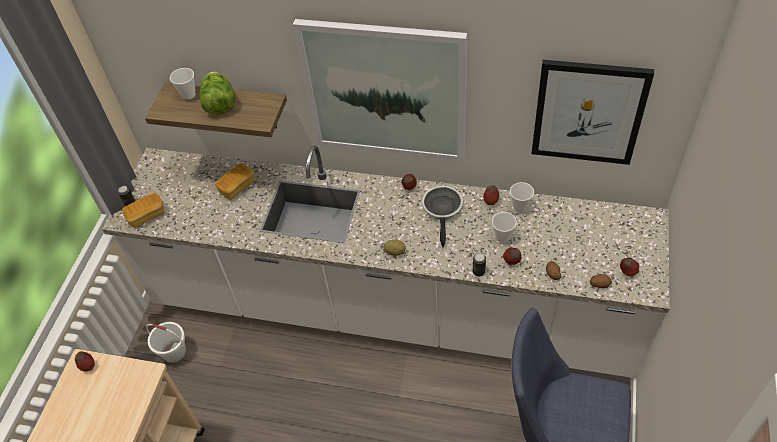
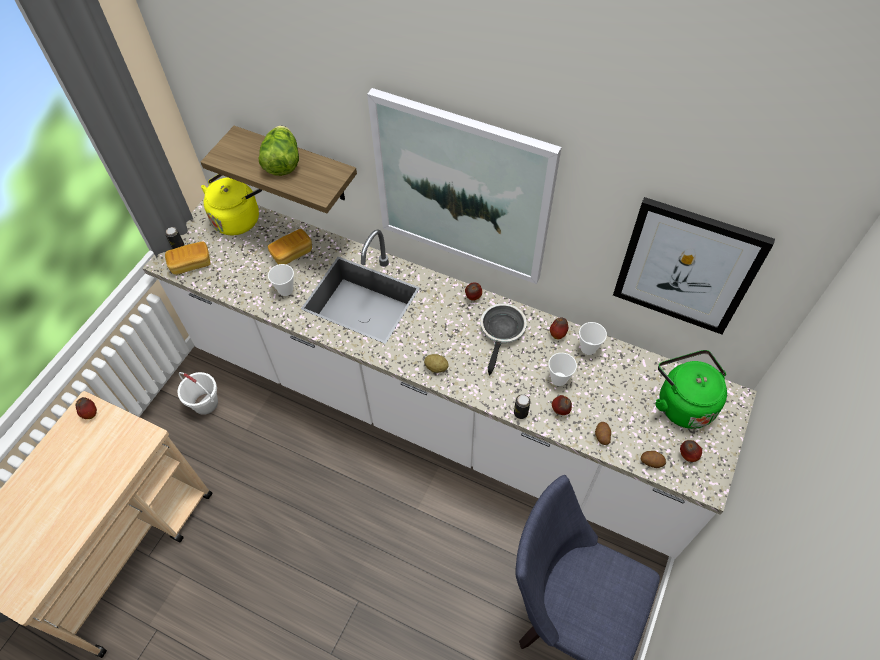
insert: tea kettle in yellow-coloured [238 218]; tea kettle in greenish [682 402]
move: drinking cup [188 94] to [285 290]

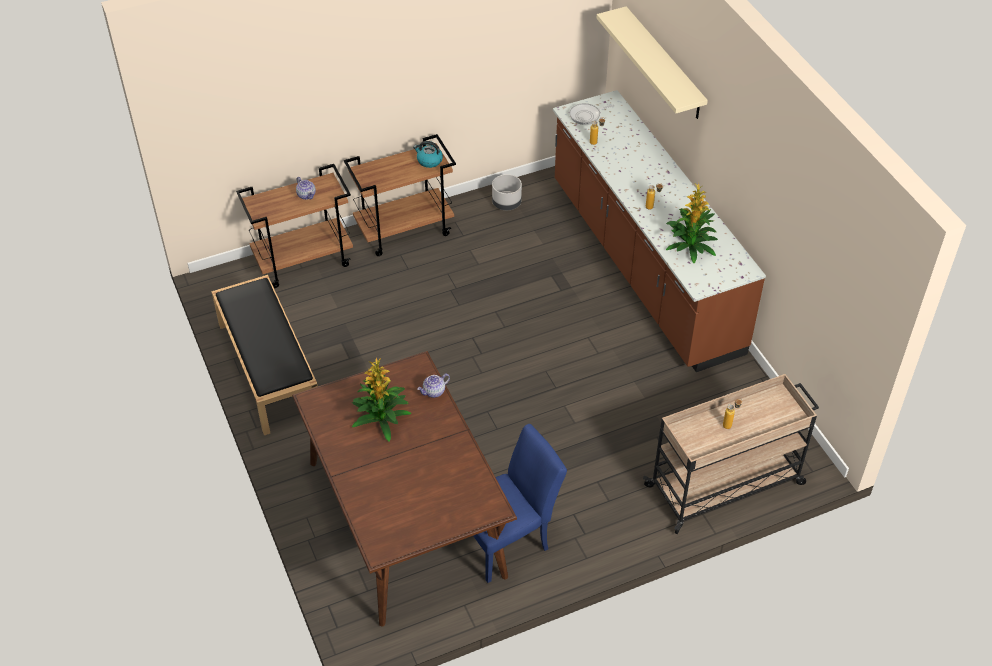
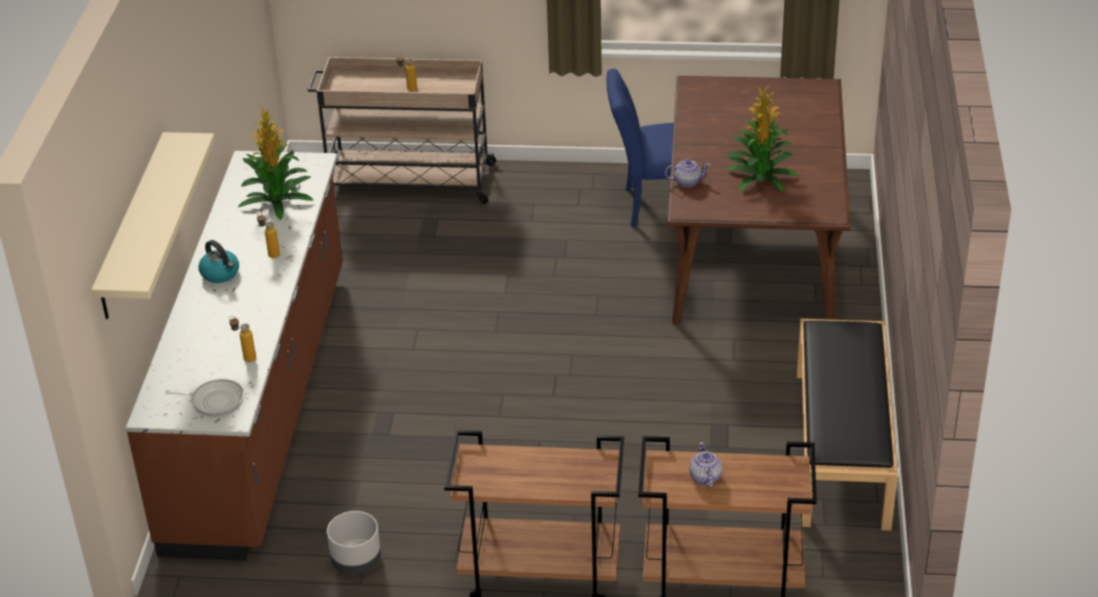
move: tea kettle [429 161] to [220 274]

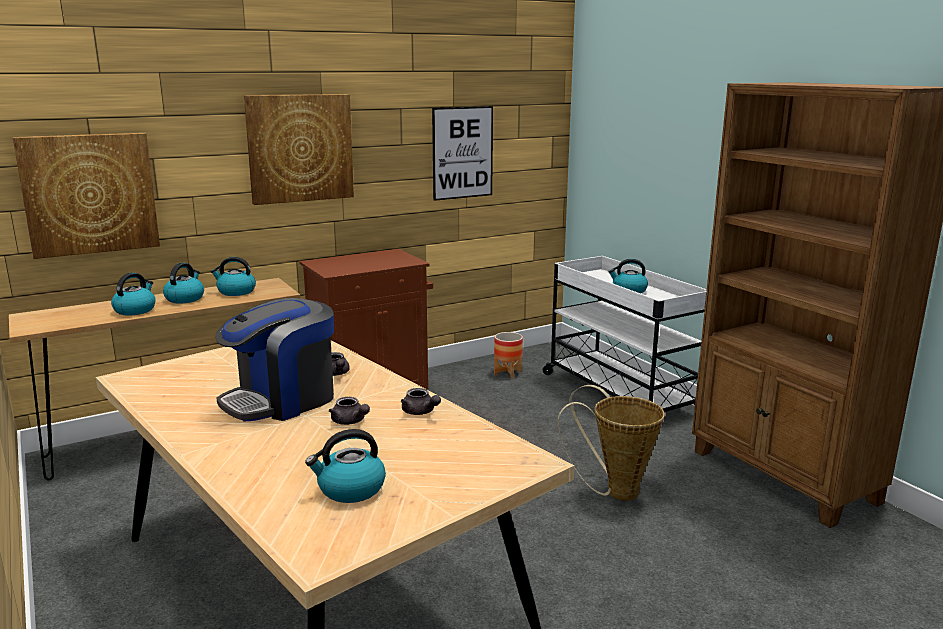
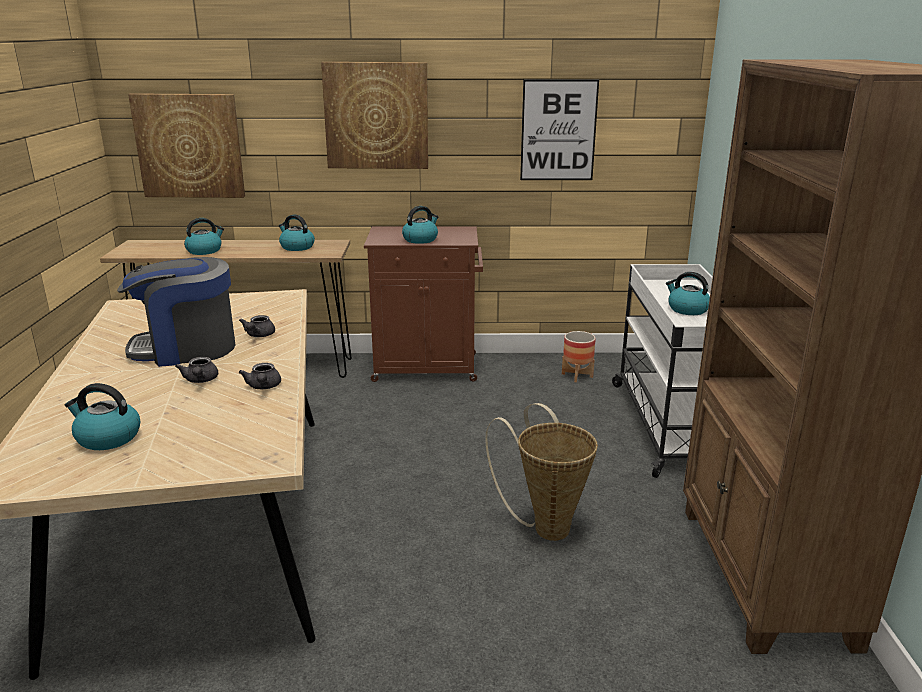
move: tea kettle [185 298] to [420 239]

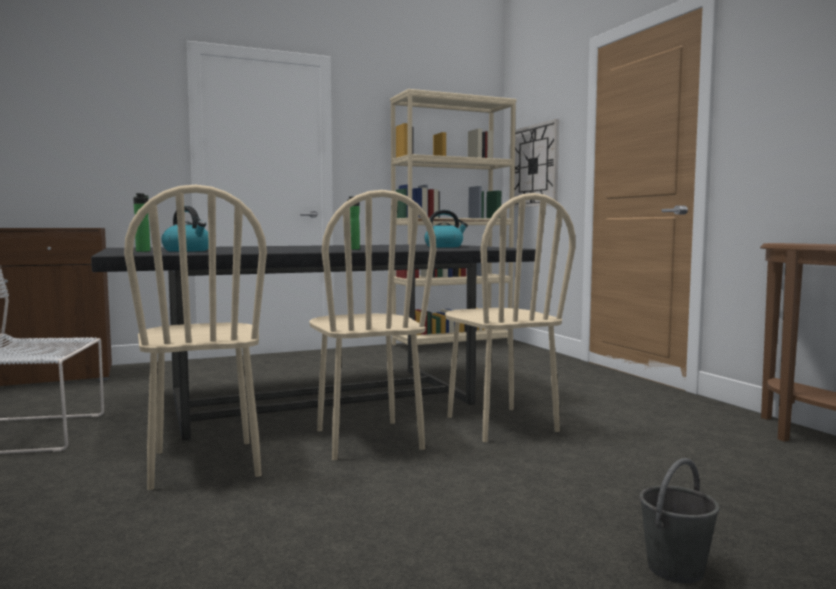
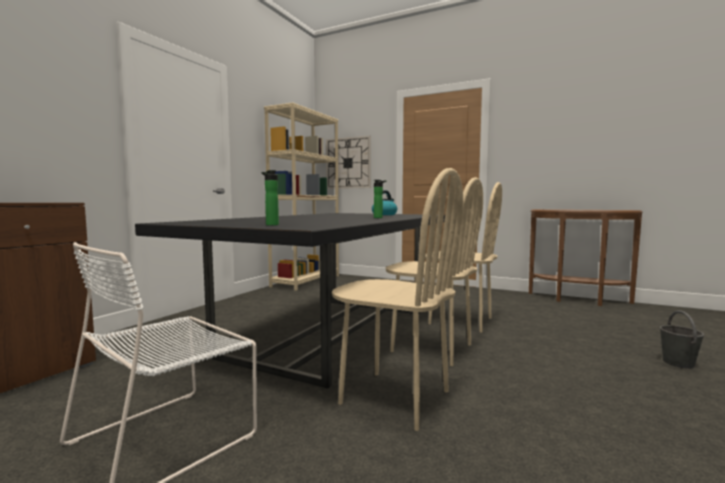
delete: tea kettle [188 251]

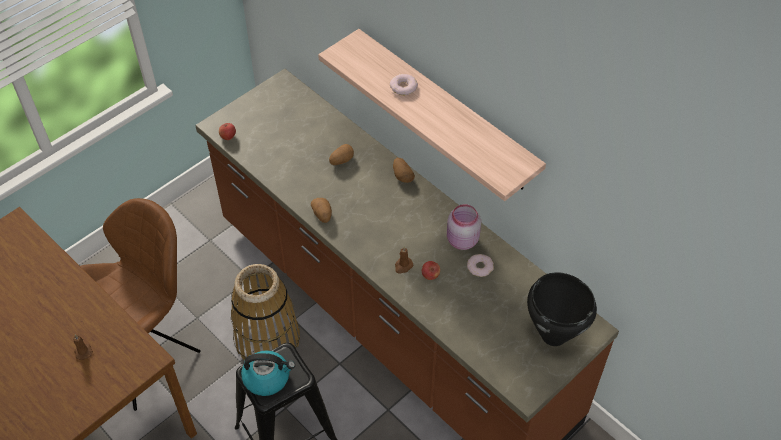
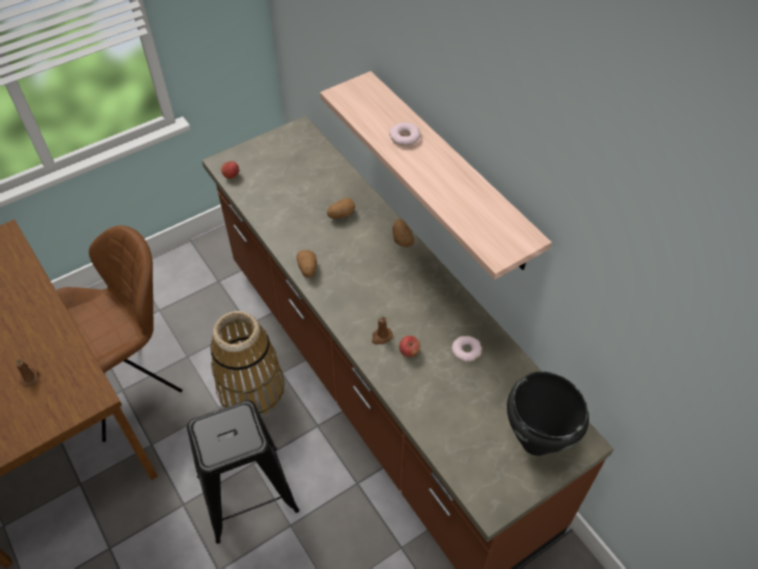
delete: tea kettle [267 378]; preserve jar in pink-coloured [461 240]

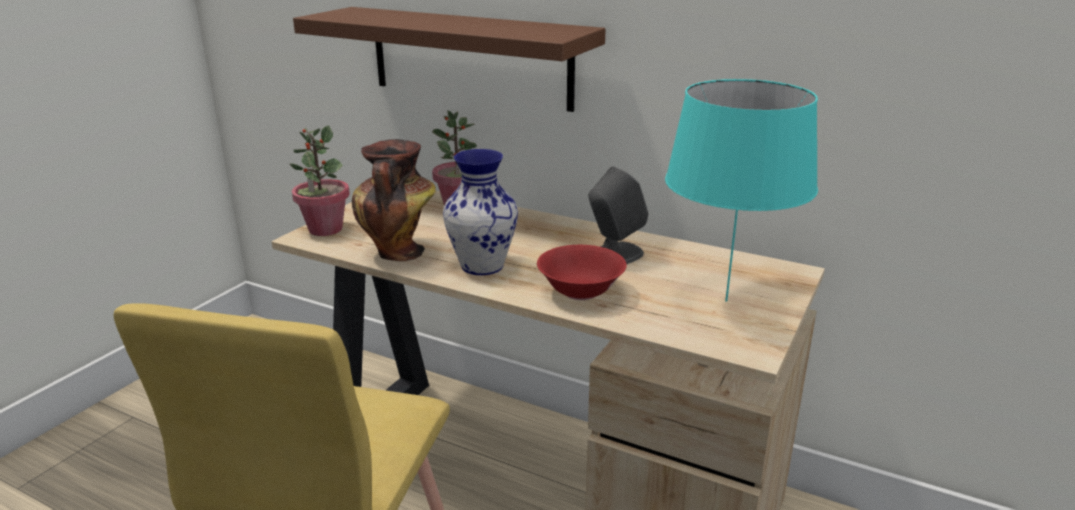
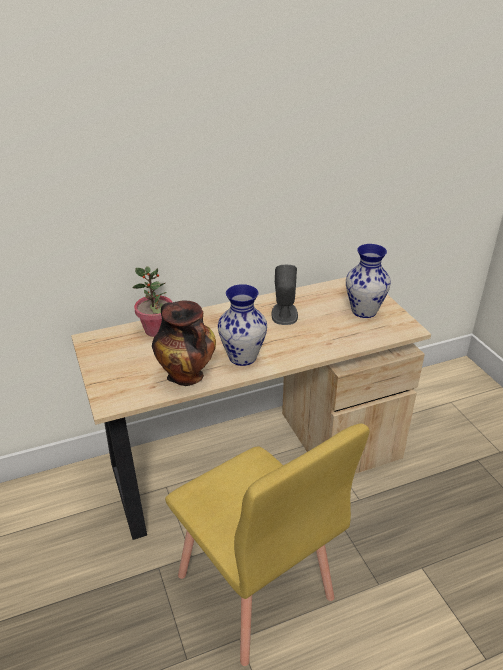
delete: potted plant [325 229]; shelf in brown [469 57]; bowl in reddish [580 292]
replace: table lamp in turquoise [725 301] to decorative vase [363 311]

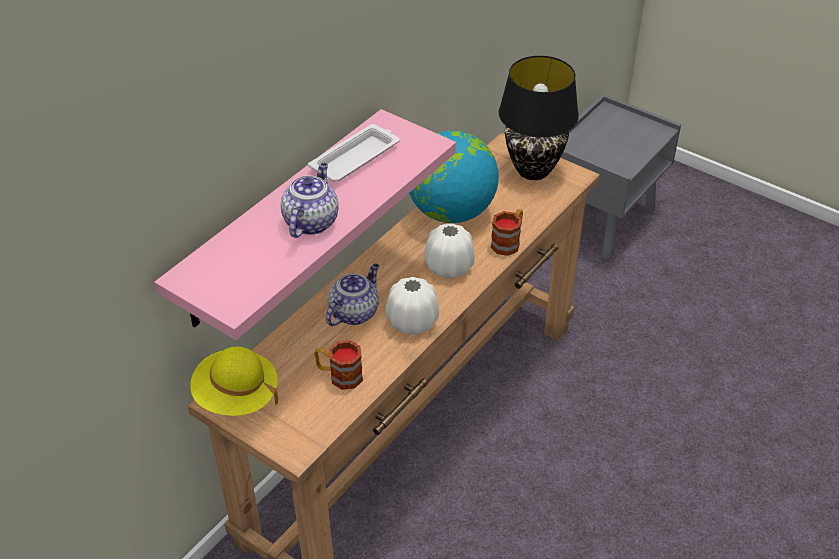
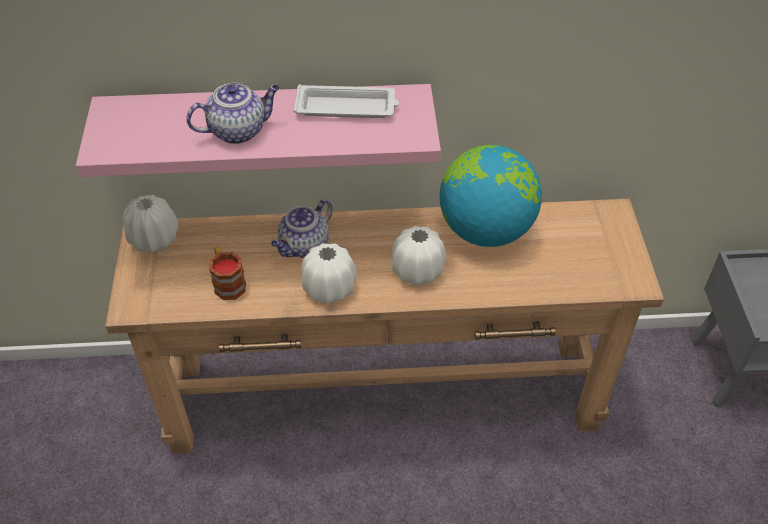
delete: tea mug [508 242]; table lamp in blackish [534 170]
replace: hat in yellow-coloured [236 396] to decorative vase in whitish [154 239]
rotate: tea pot [354 312] = [304 247] 135 degrees clockwise

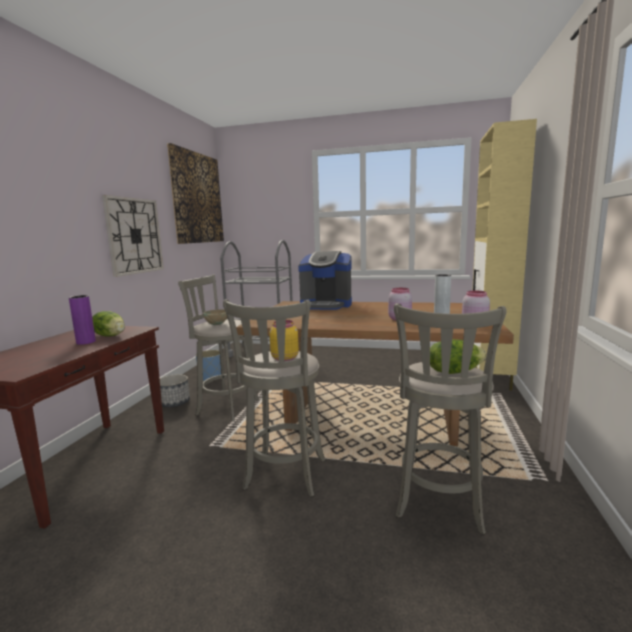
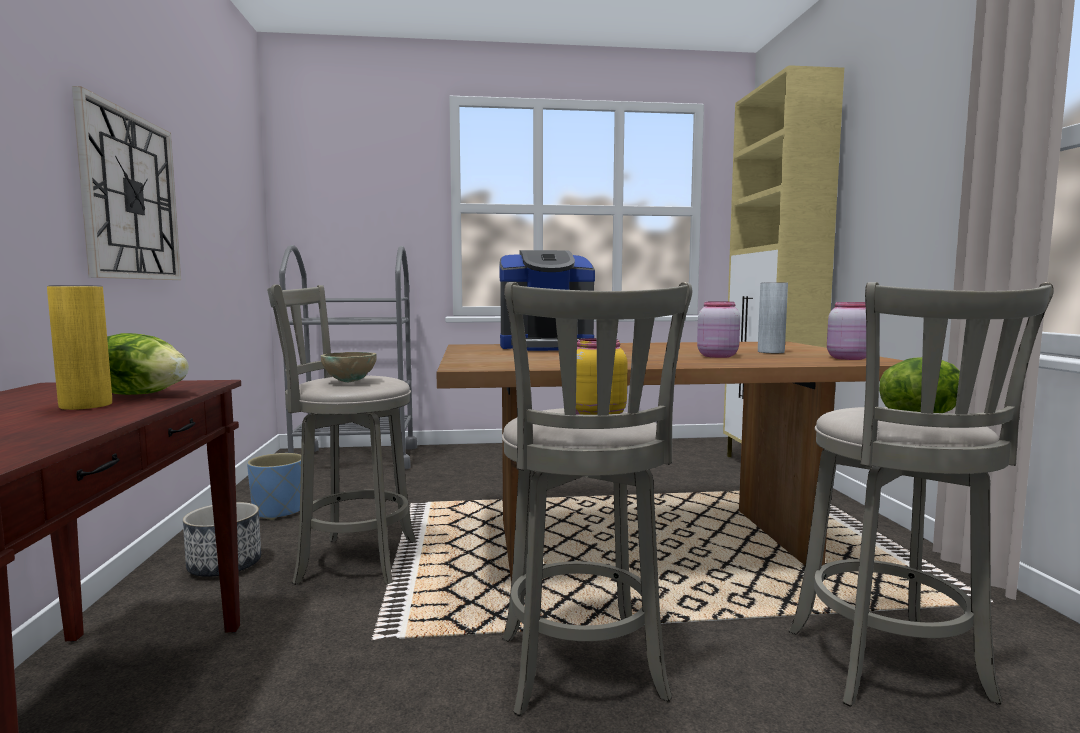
delete: picture [197 198]
recolor: decorative vase in purple-coloured [86 342] to decorative vase in yellow-coloured [86 405]

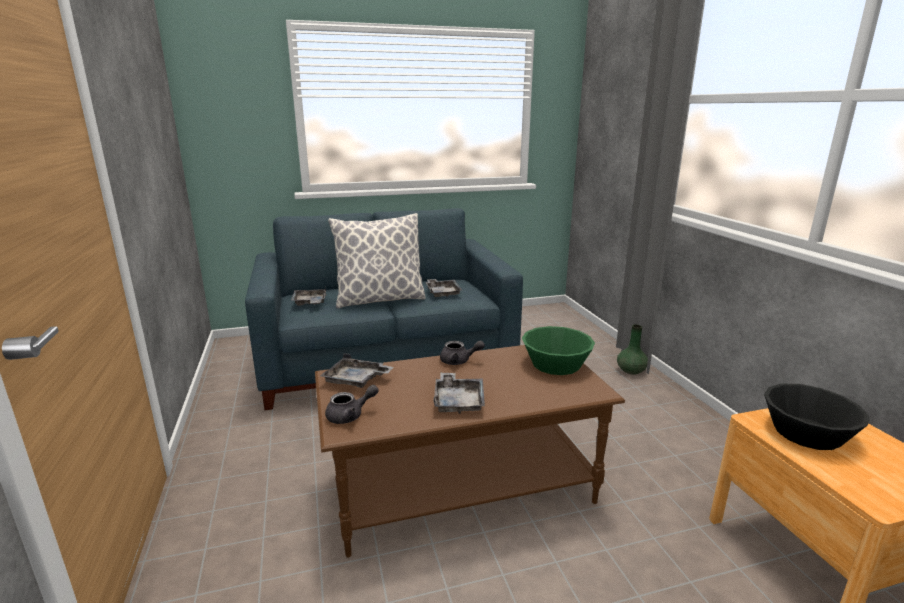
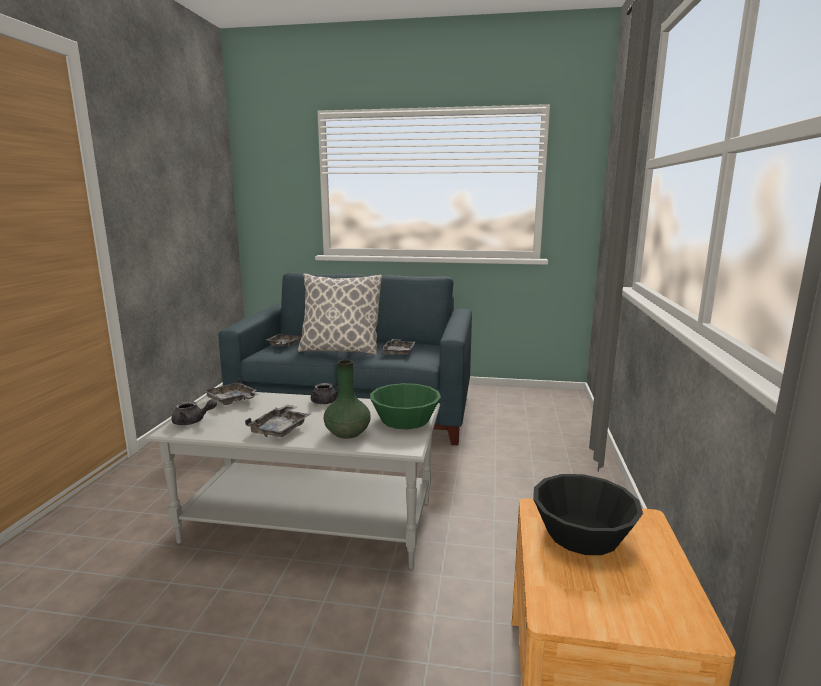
move: decorative vase in greenish [631 370] to [348 433]
recolor: low table in brown [462 487] to low table in gray [311 521]

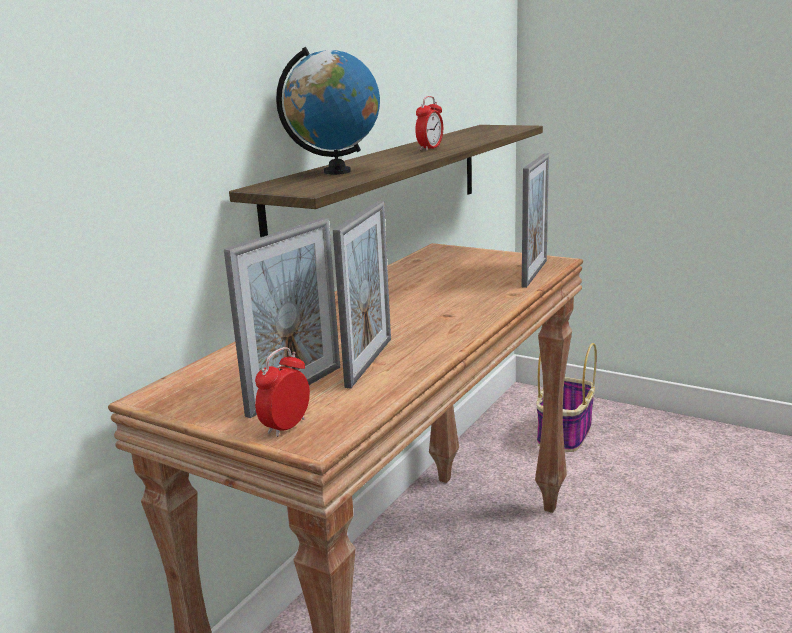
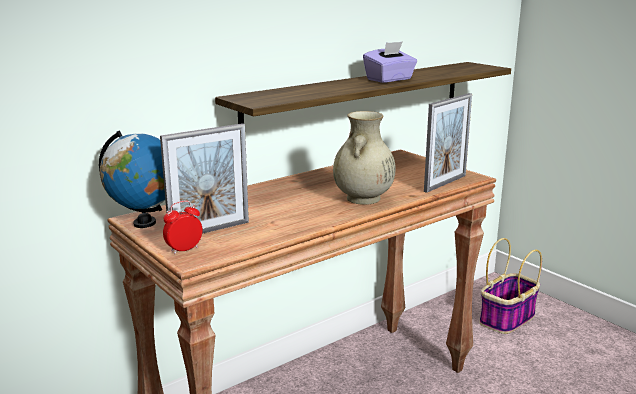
delete: picture frame [369 362]
insert: decorative vase in sand-coloured [363 199]
move: globe [337 172] to [144 223]
replace: table clock [430 148] to tissue holder in purple-coloured [389 79]

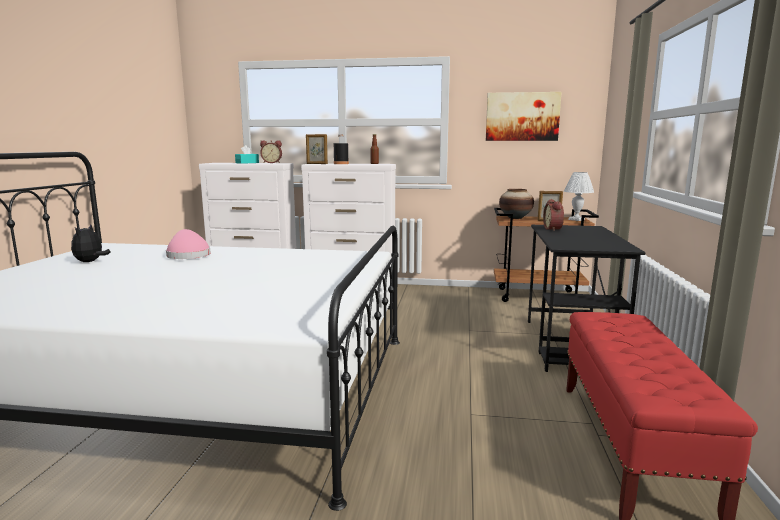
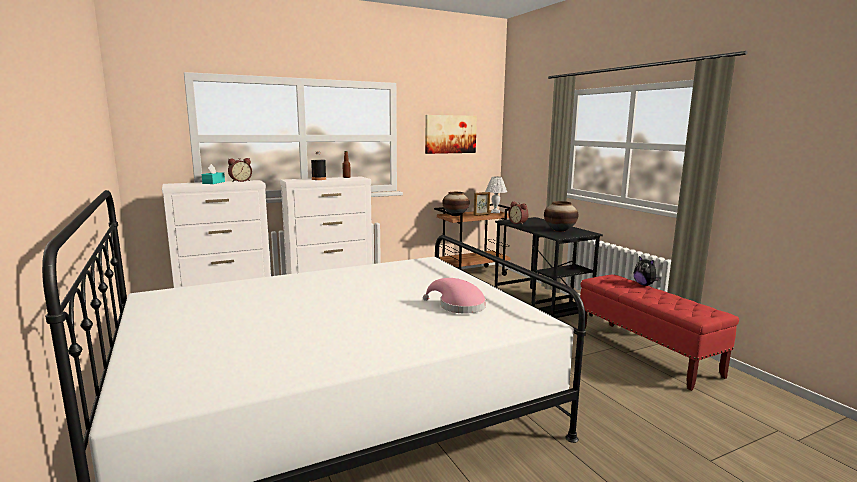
delete: picture frame [317 164]
insert: decorative vase [560 230]
move: cuddly toy [90 262] to [644 285]; hat in pink-coloured [188 255] to [458 306]

